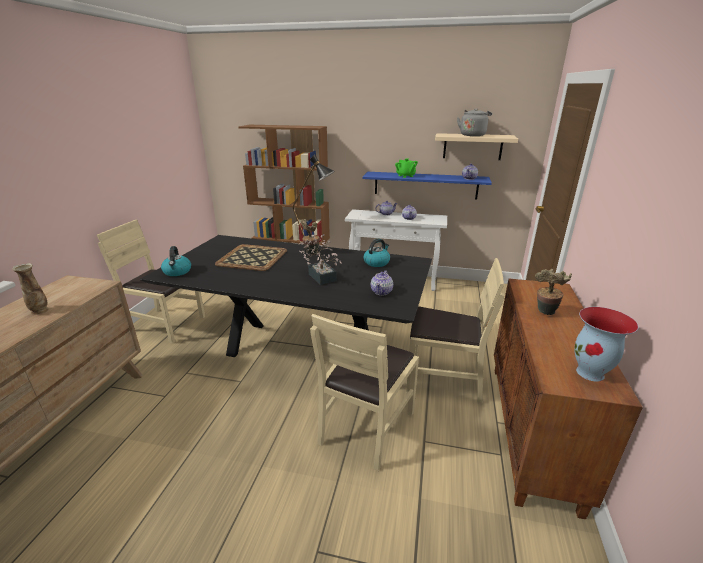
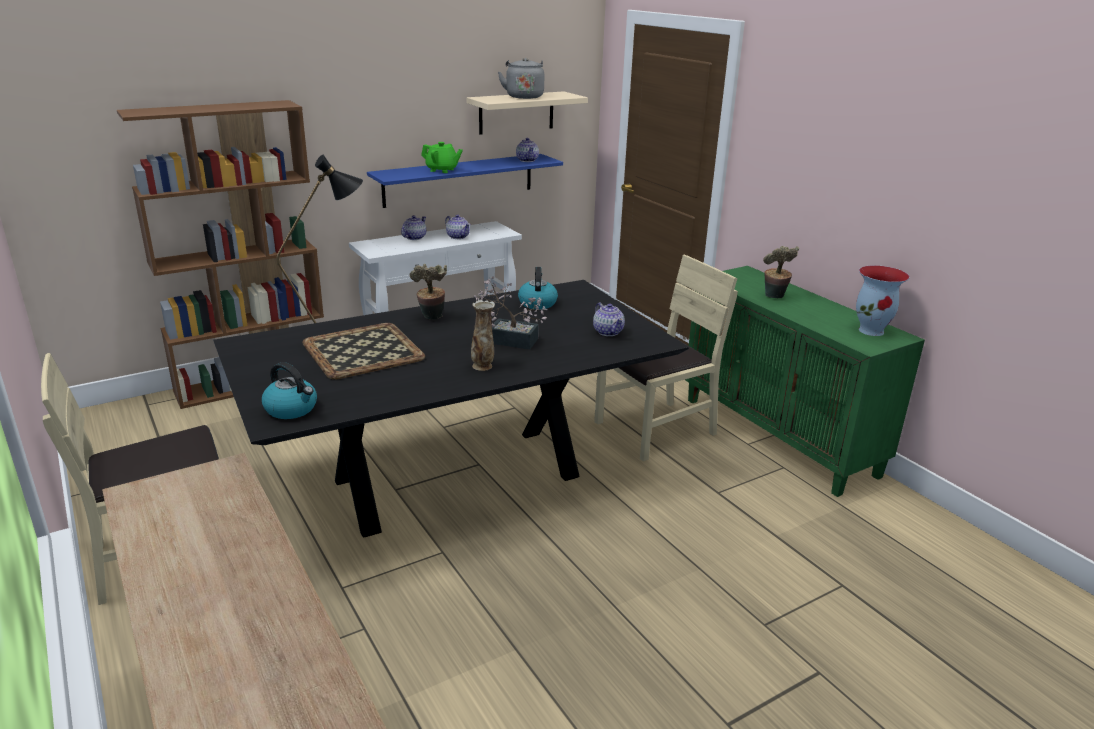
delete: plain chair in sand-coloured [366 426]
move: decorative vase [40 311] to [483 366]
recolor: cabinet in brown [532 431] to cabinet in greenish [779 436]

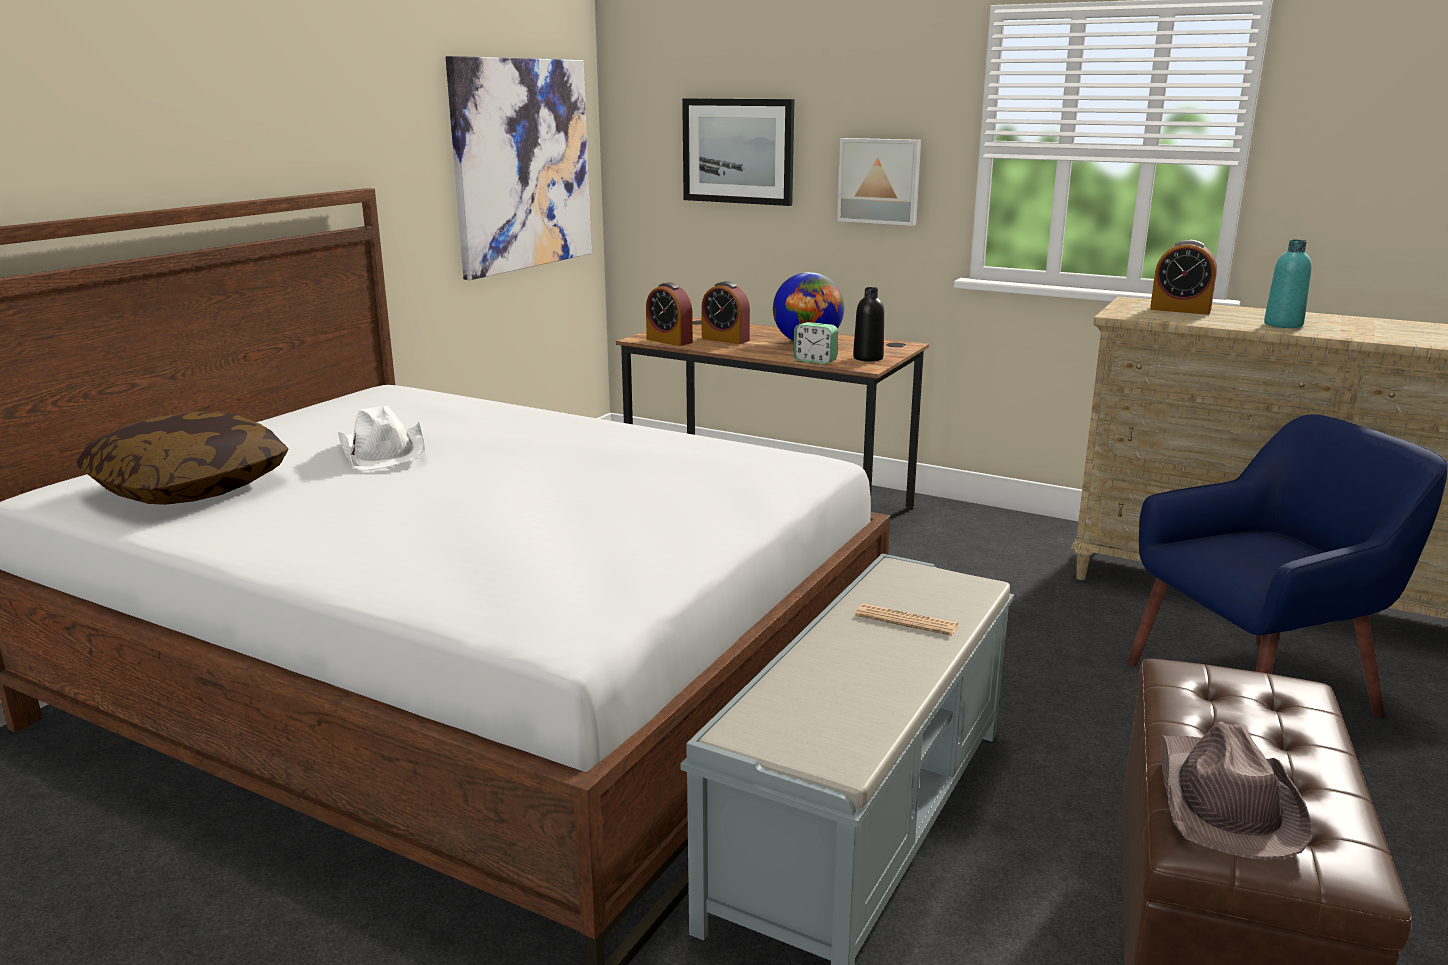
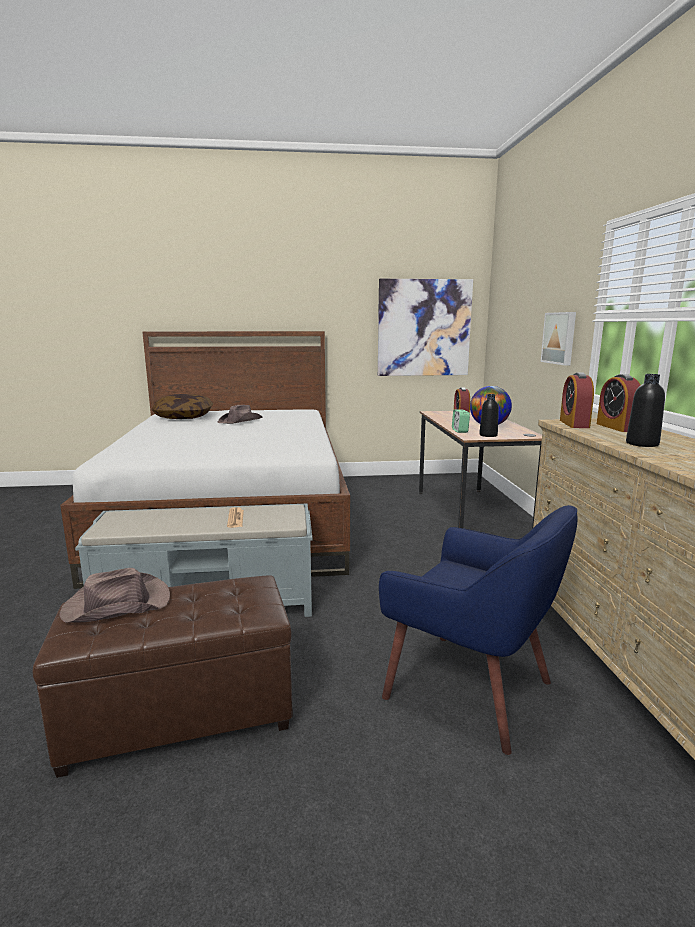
delete: picture [738 151]
move: table clock [669 341] to [574 424]
recolor: hat in whitish [385 451] to hat in brown [241 421]; beverage bottle in turquoise [1283 324] to beverage bottle in blackish [642 444]

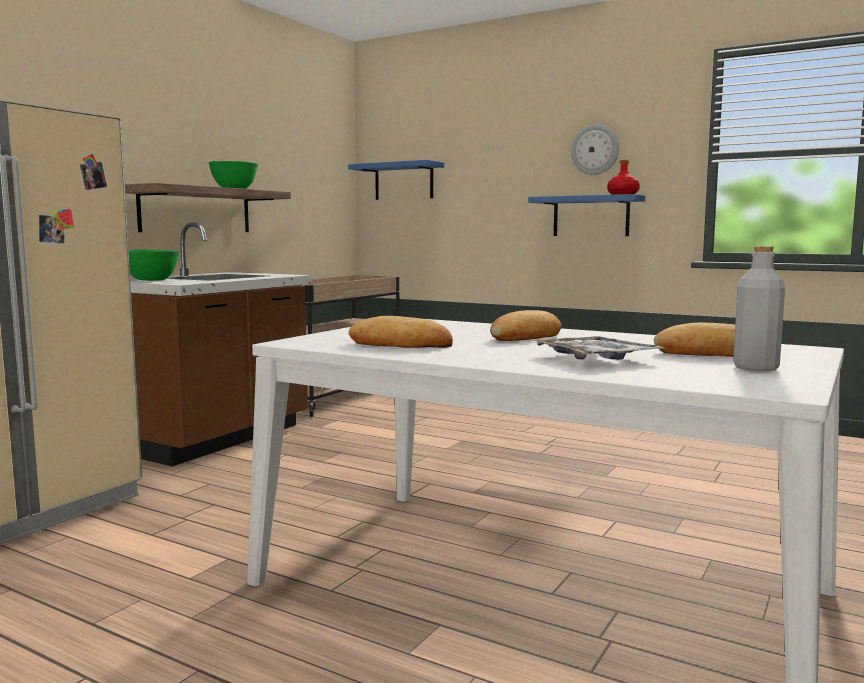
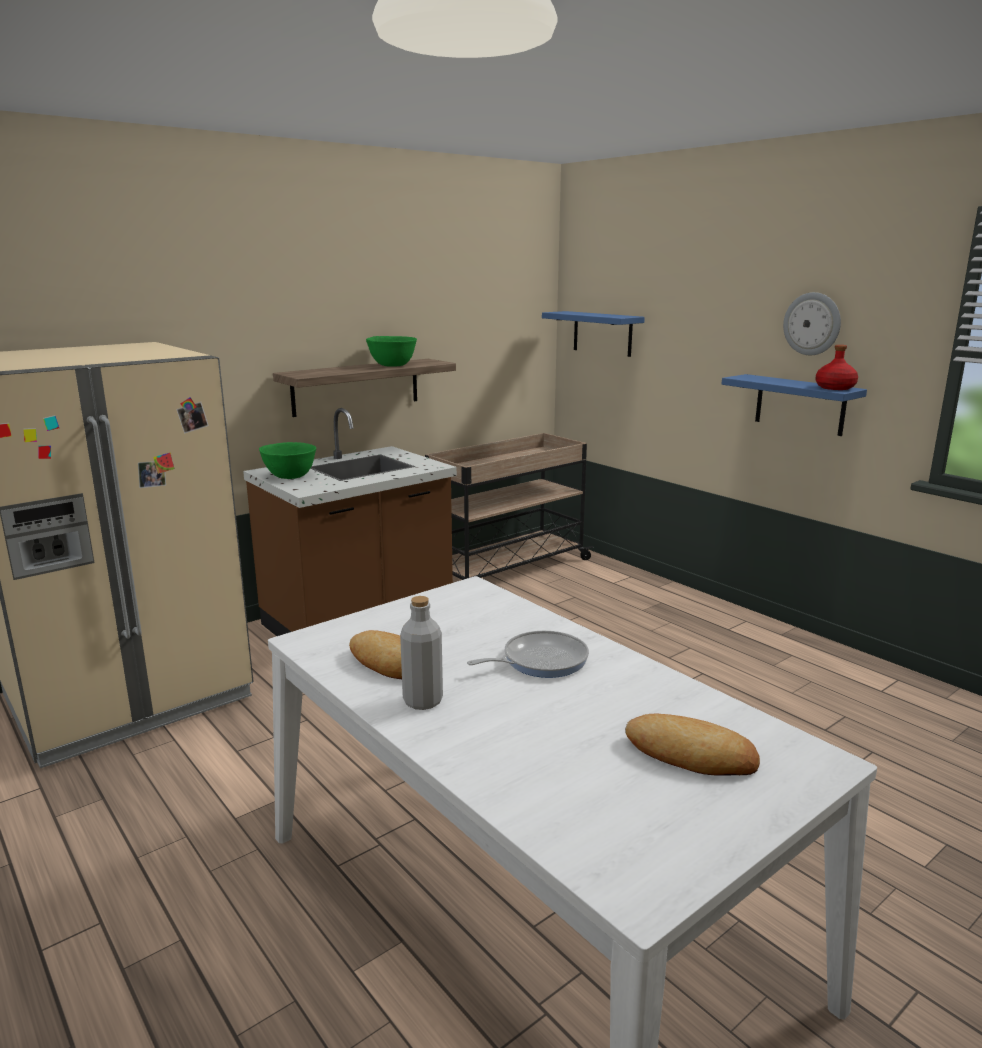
delete: carrying tray [595 358]
move: beverage bottle in gray [755 368] to [423 701]
replace: bakery bread [526 336] to frying pan [540 660]

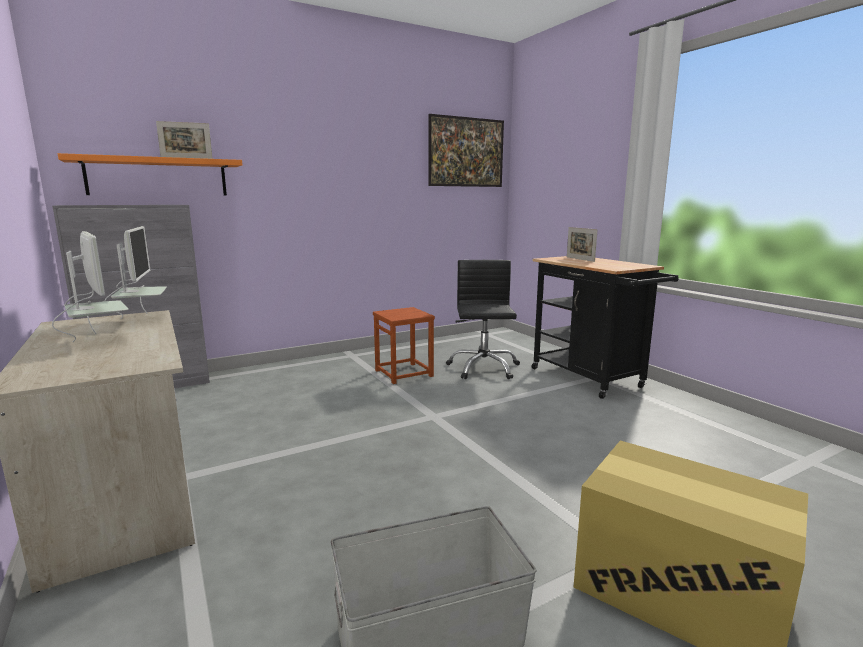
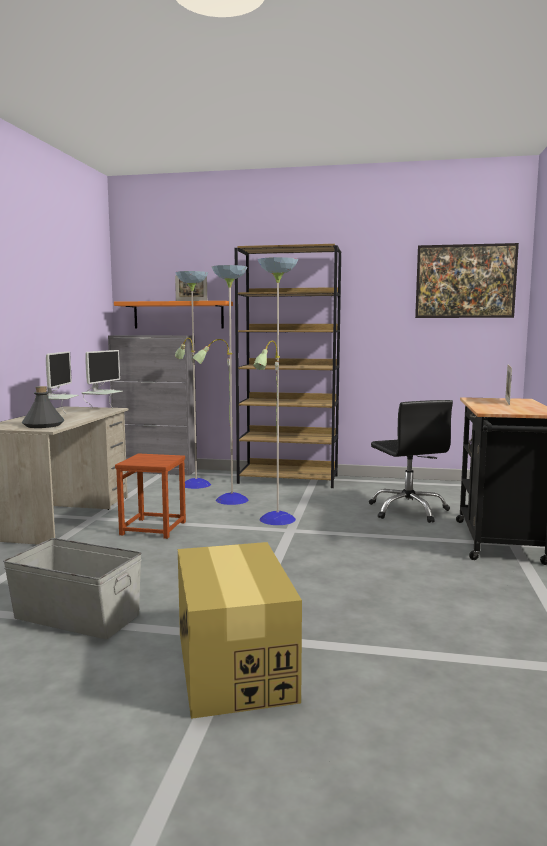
insert: beverage bottle in gray [43 425]; floor lamp [229 500]; bookcase in brown [289 479]
move: stool in brown [404 373] to [154 528]
rotate: office chair in blackish [483 368] = [408 510] 120 degrees clockwise

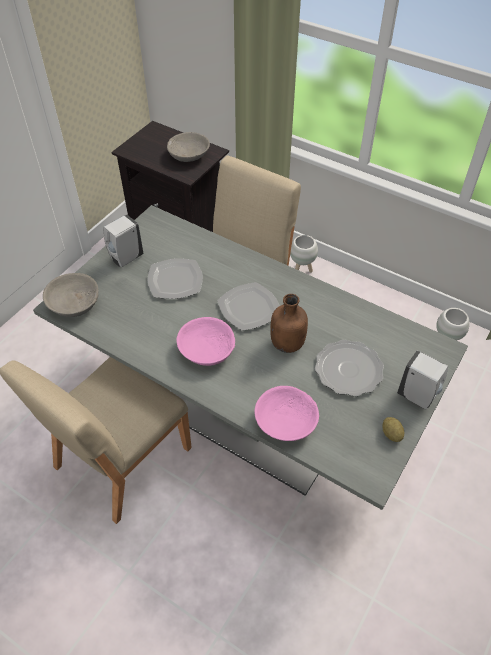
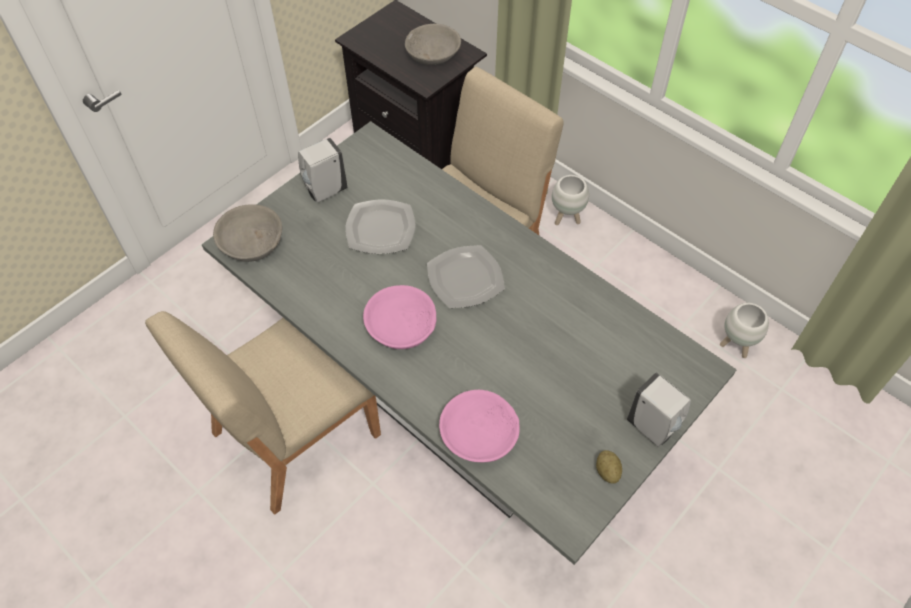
delete: beverage bottle in brown [288 343]; dinner plate [348 369]

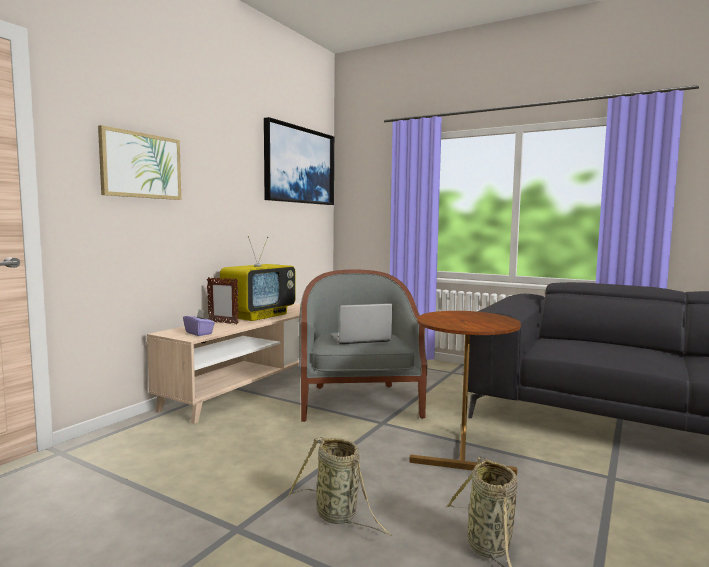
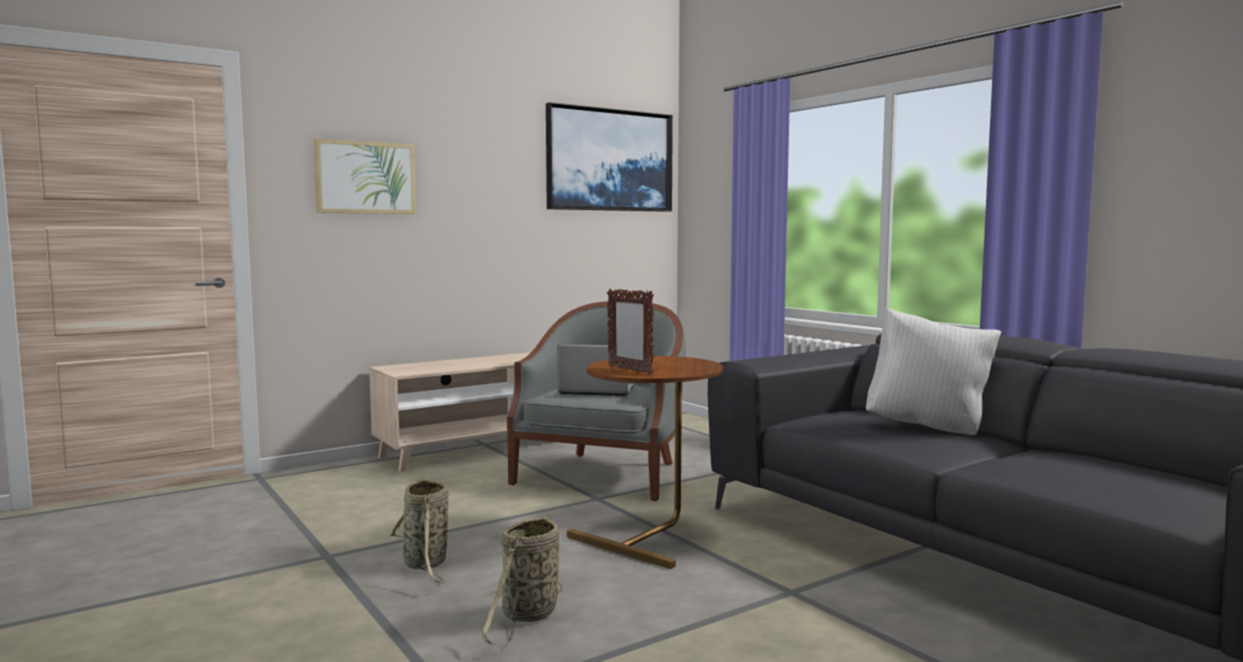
delete: tissue holder in purple-coloured [199 333]; television [259 315]
insert: pillow in whitish [928 428]
move: picture frame [223 323] to [630 370]

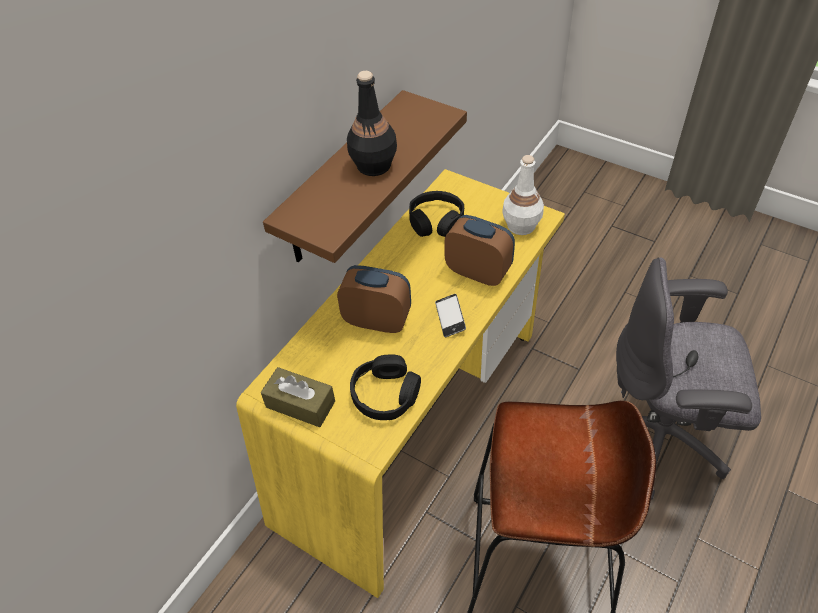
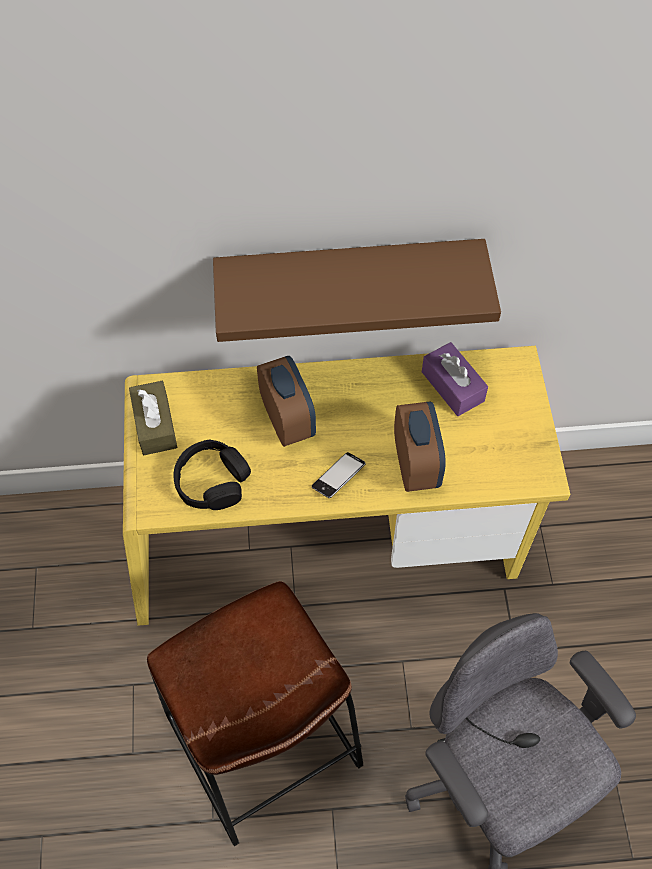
delete: beverage bottle in blackish [373 165]; beverage bottle in whitish [521 226]
replace: headphones in blackish [436 221] to tissue holder in purple-coloured [452 386]

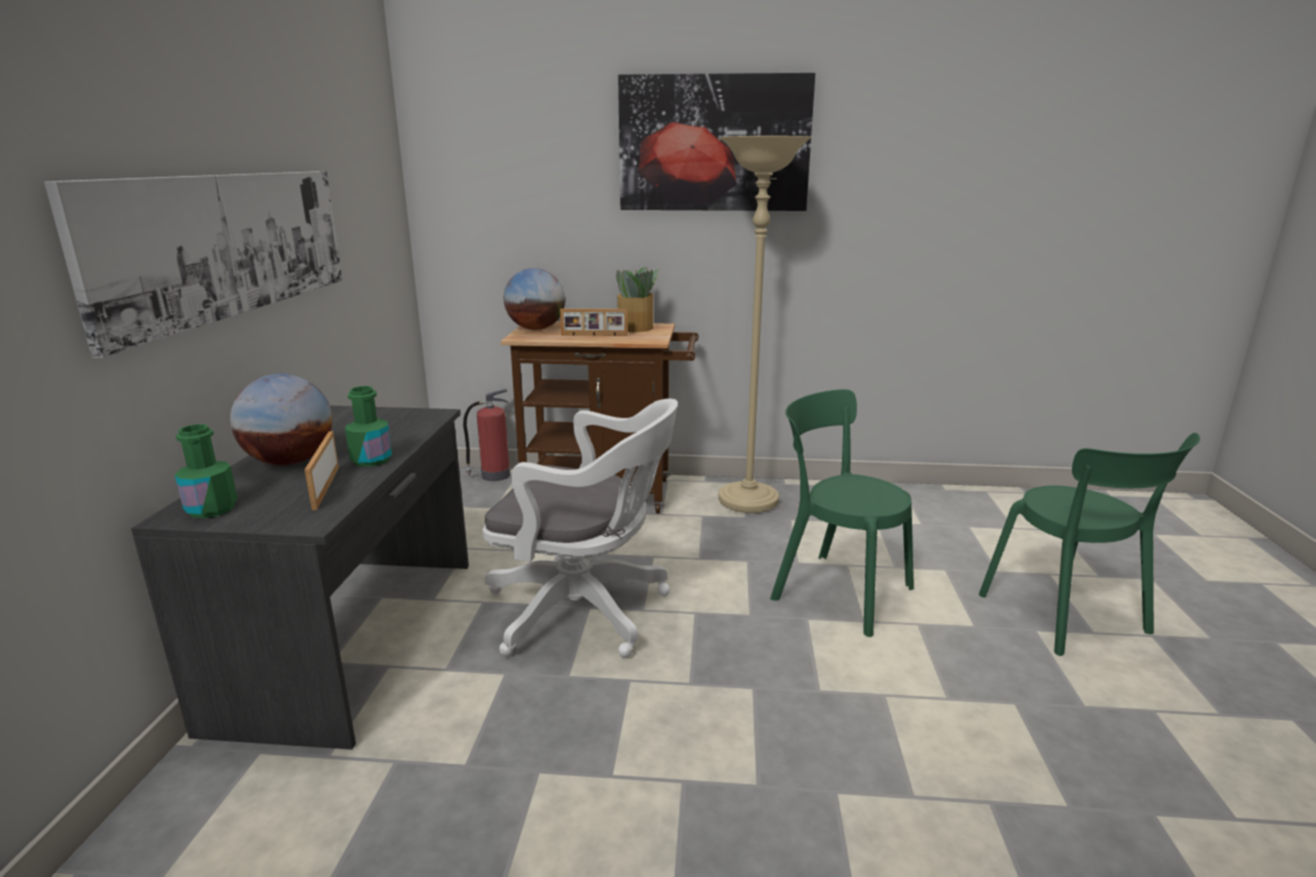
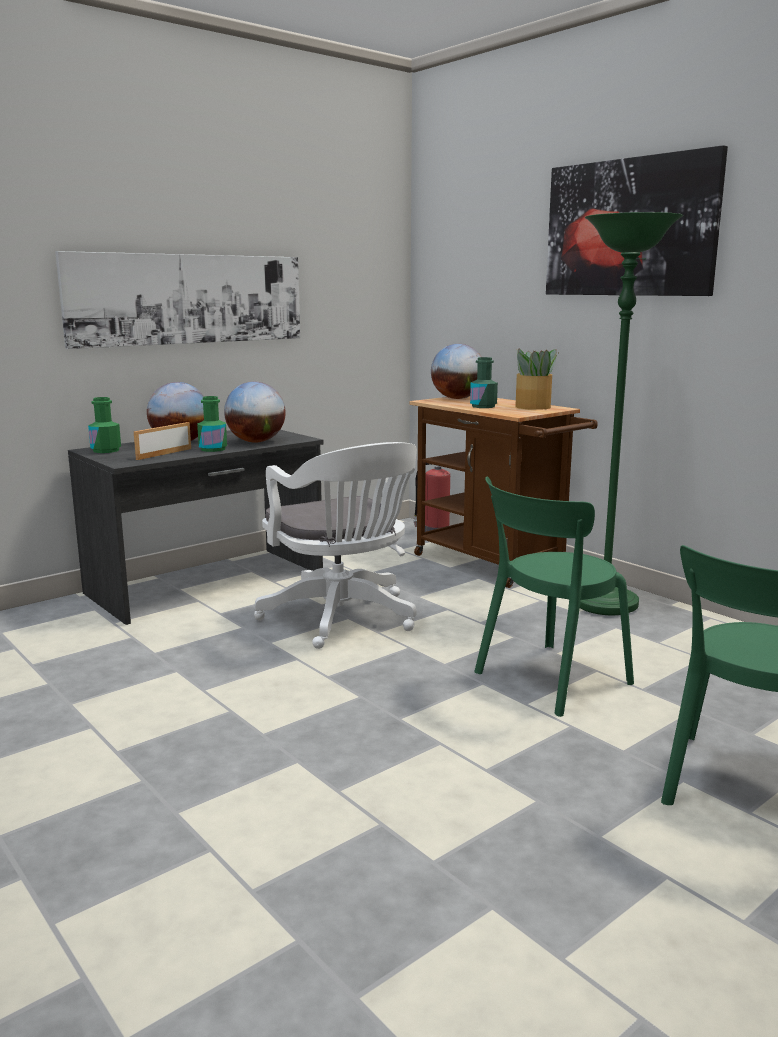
insert: globe [256 442]
replace: picture frame [594 335] to beverage bottle in greenish [483 406]
recolor: floor lamp in sand-coloured [748 501] to floor lamp in greenish [604 604]
rotate: plain chair in greenish [836 590] = [547 679] 120 degrees counterclockwise

